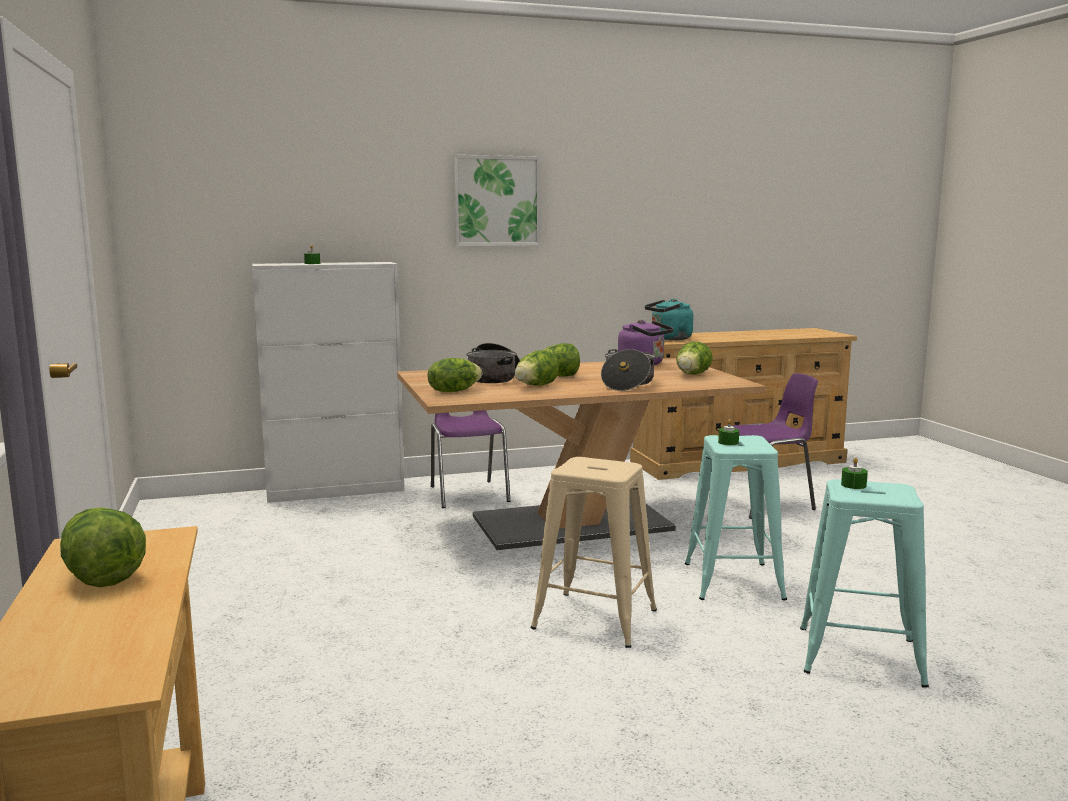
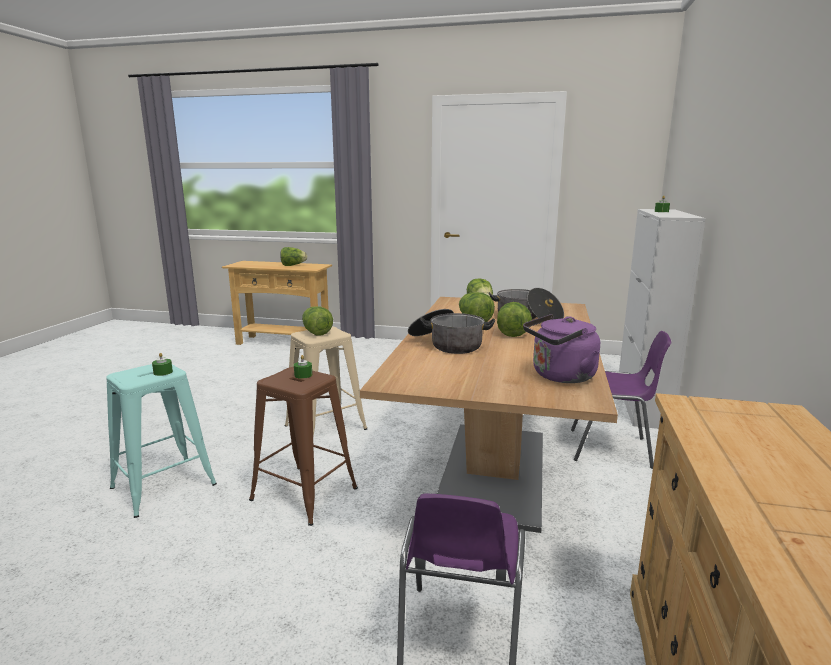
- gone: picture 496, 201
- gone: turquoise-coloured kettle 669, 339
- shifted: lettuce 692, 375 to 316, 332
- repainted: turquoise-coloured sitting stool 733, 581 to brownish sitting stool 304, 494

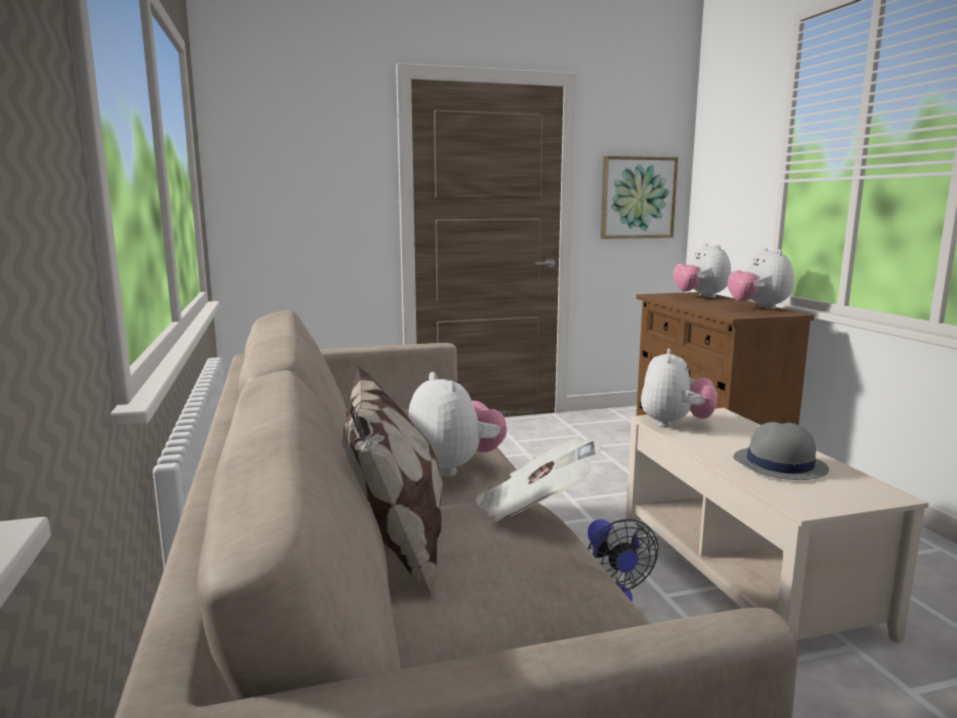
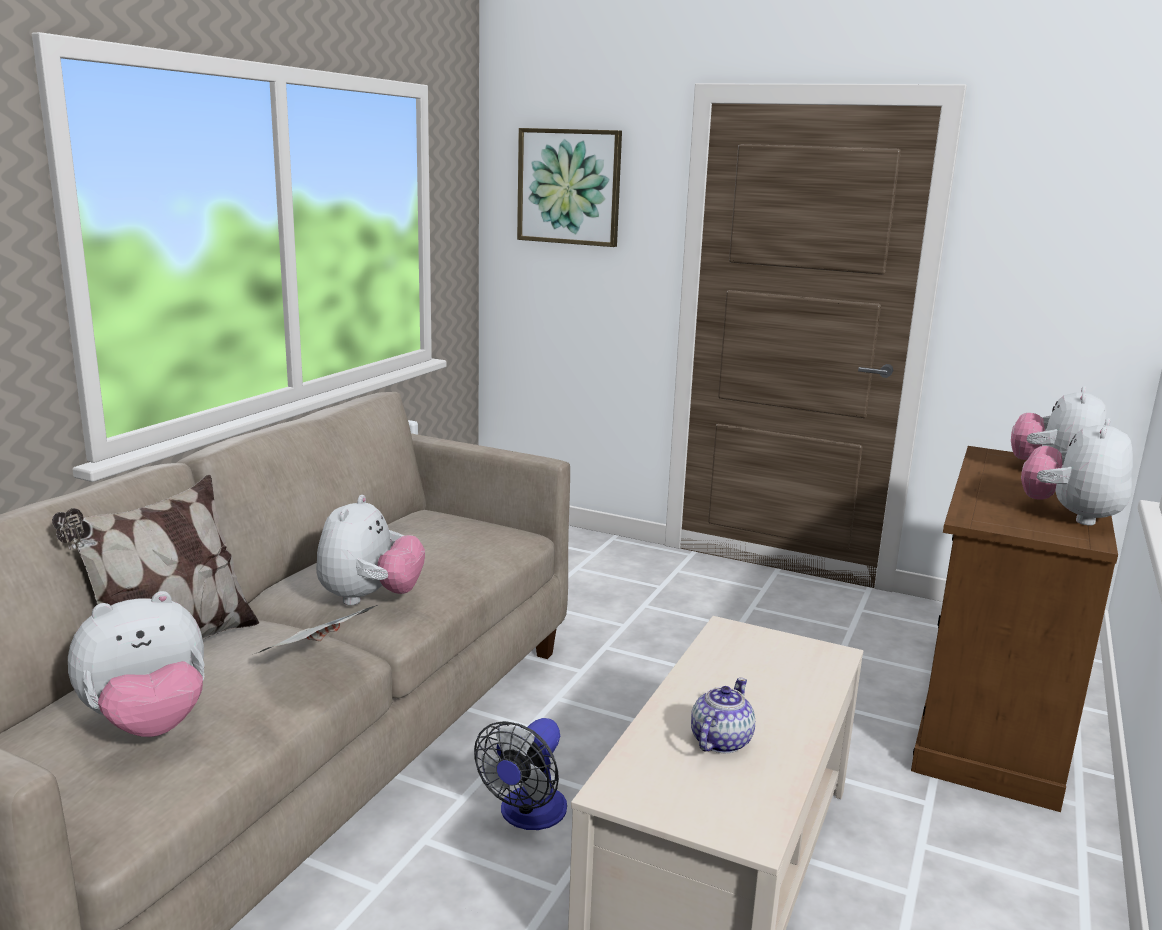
- shifted: picture 637, 197 to 569, 187
- shifted: cuddly toy 675, 424 to 148, 724
- swapped: gray clothing hat 779, 465 to pot for tea 719, 741

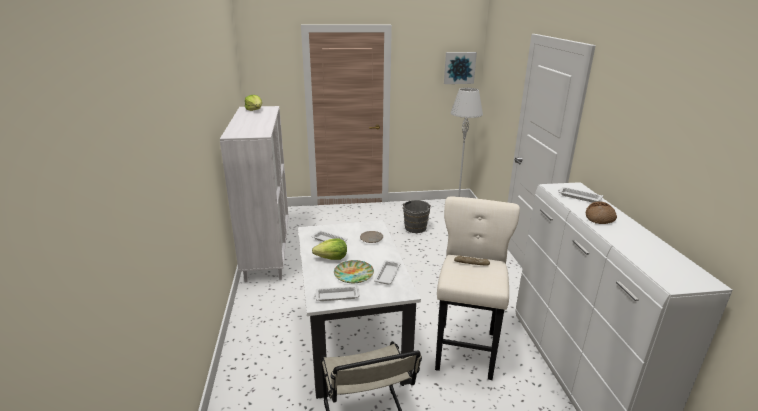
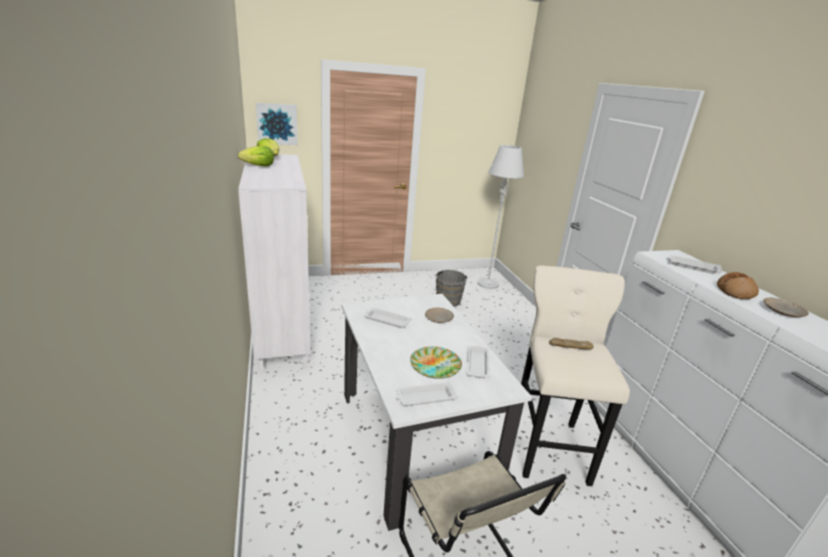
- shifted: lettuce 332, 258 to 259, 166
- shifted: picture 459, 67 to 277, 124
- new: beige dinner plate 783, 311

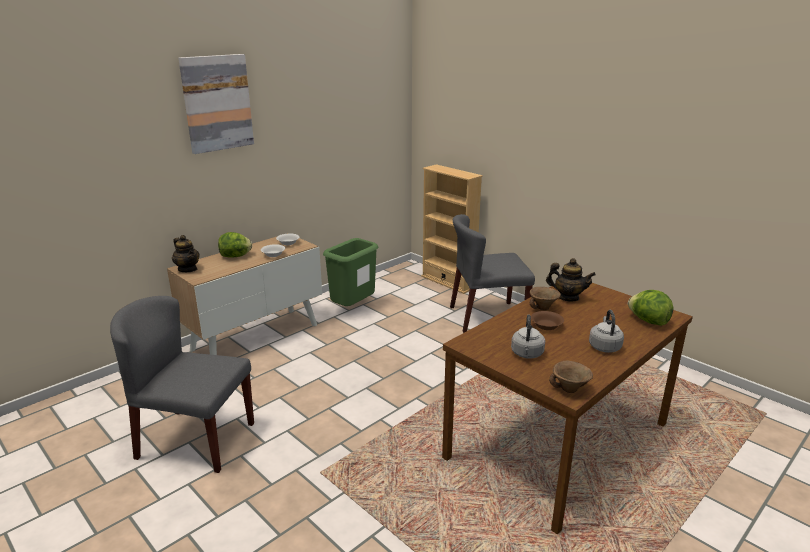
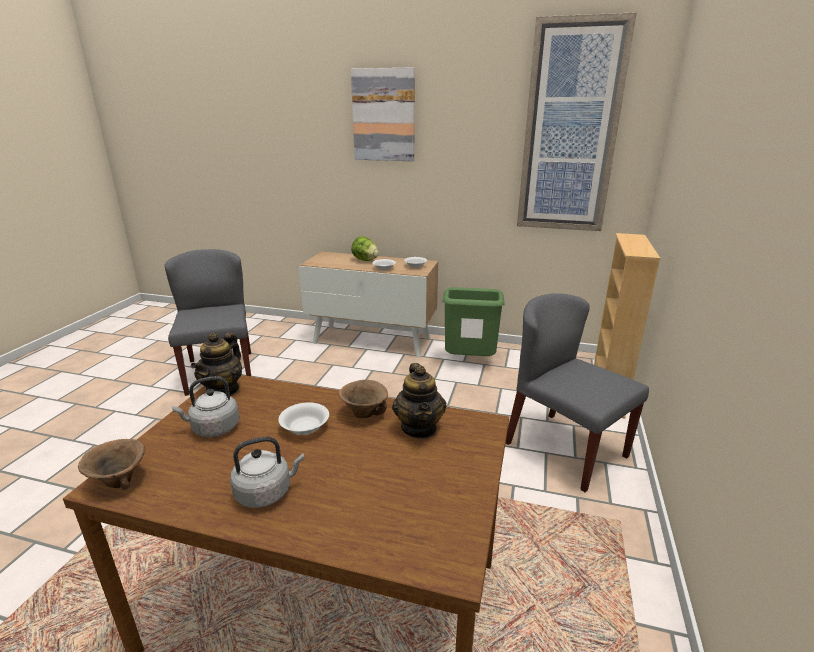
- shifted: pot for tea 188, 269 to 223, 389
- repainted: brownish deep dish 546, 326 to white-coloured deep dish 305, 428
- gone: lettuce 648, 321
- new: picture 570, 130

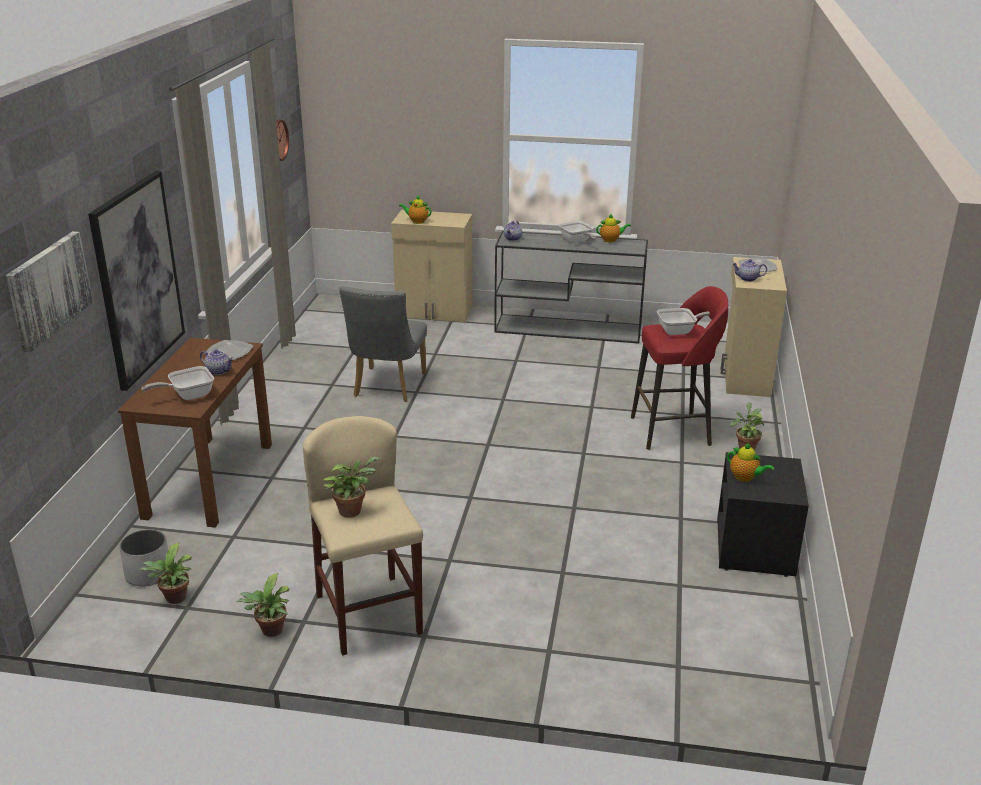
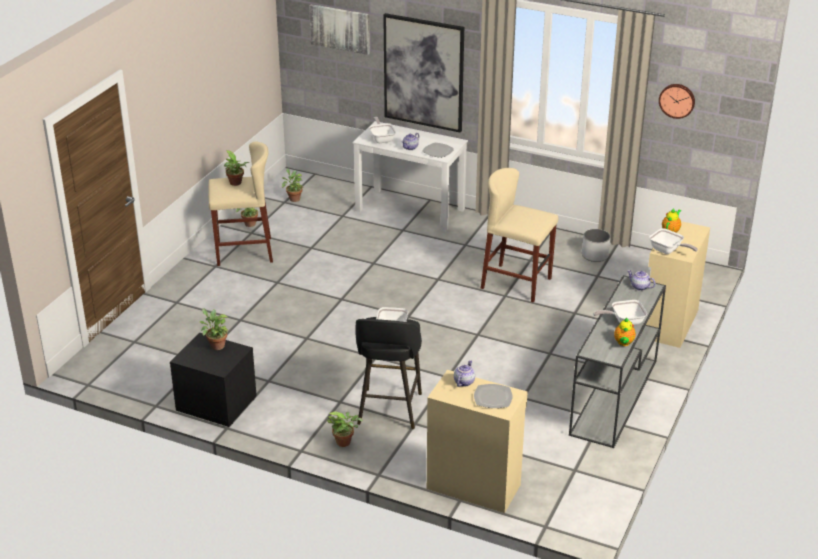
- repainted: brownish desk table 210, 479 to white-coloured desk table 410, 210
- shifted: white-coloured flower pot 148, 574 to 595, 255
- swapped: gray upright chair 387, 388 to beige sitting stool 516, 283
- repainted: reddish sitting stool 673, 431 to black sitting stool 389, 410
- swapped: pot for tea 745, 478 to potted plant 216, 345
- new: skillet 668, 251

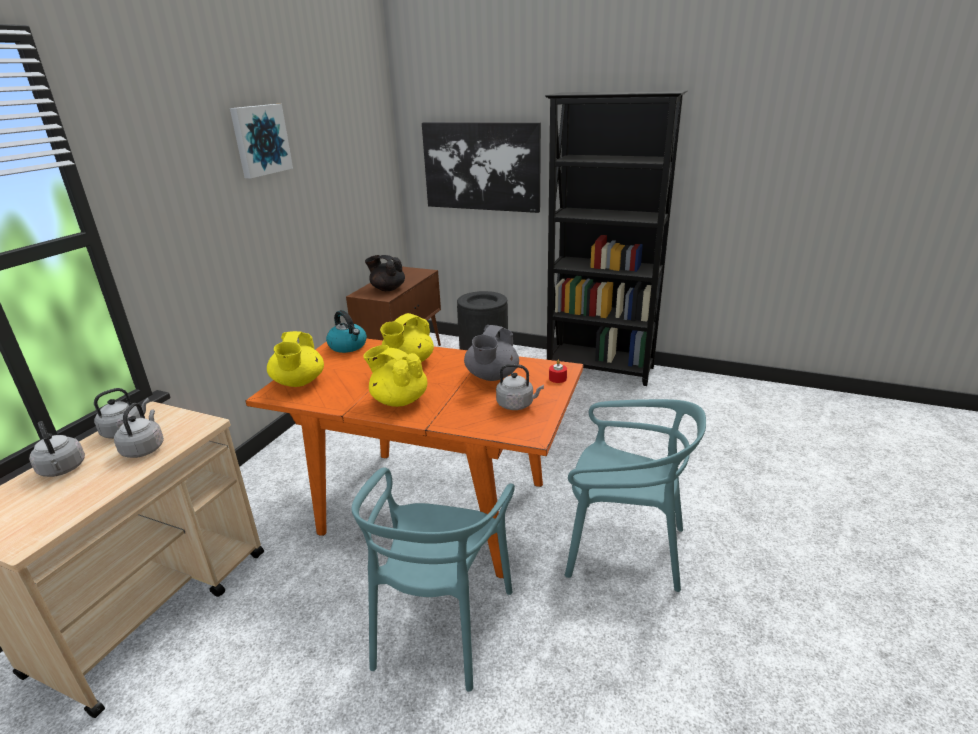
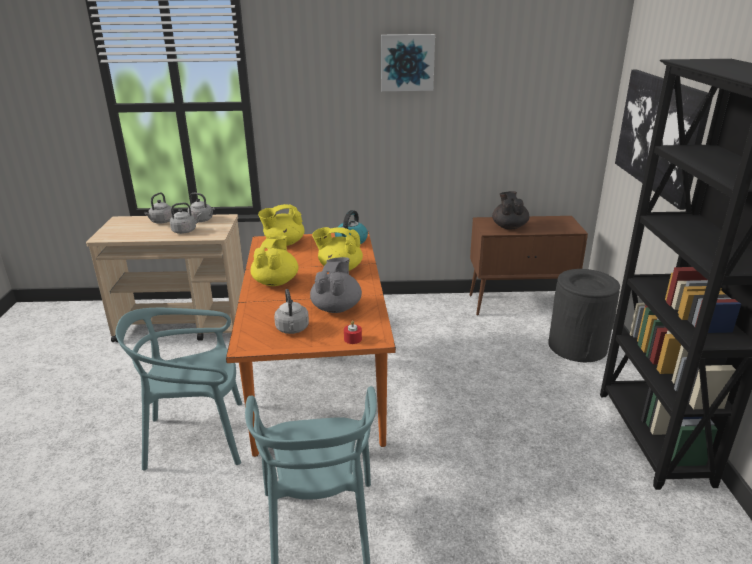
- rotated: gray pot for tea 491, 376 = 336, 307 105 degrees clockwise

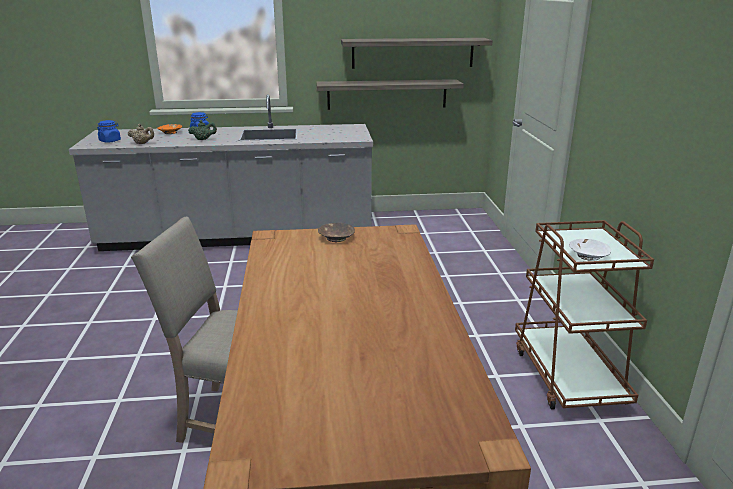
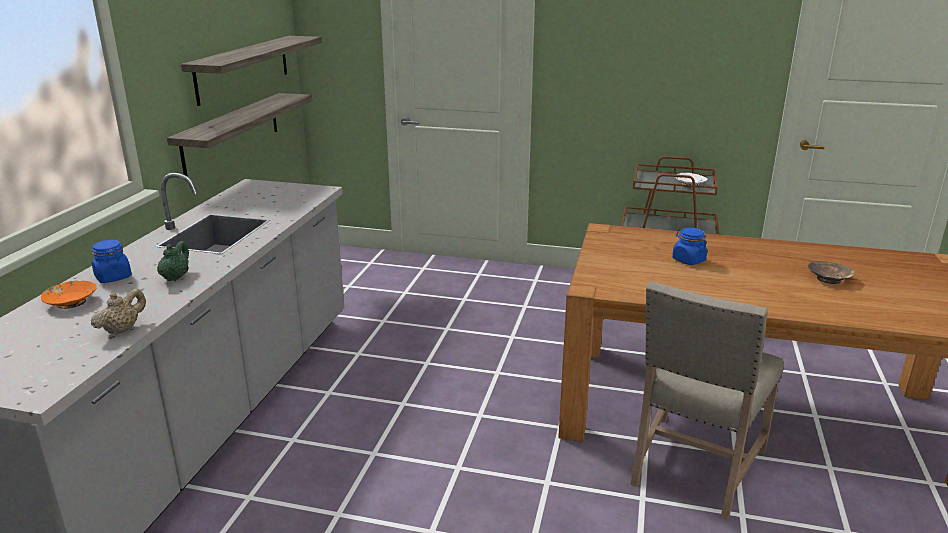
- shifted: blue-coloured preserve jar 110, 141 to 688, 260
- shifted: brownish deep dish 336, 238 to 829, 279

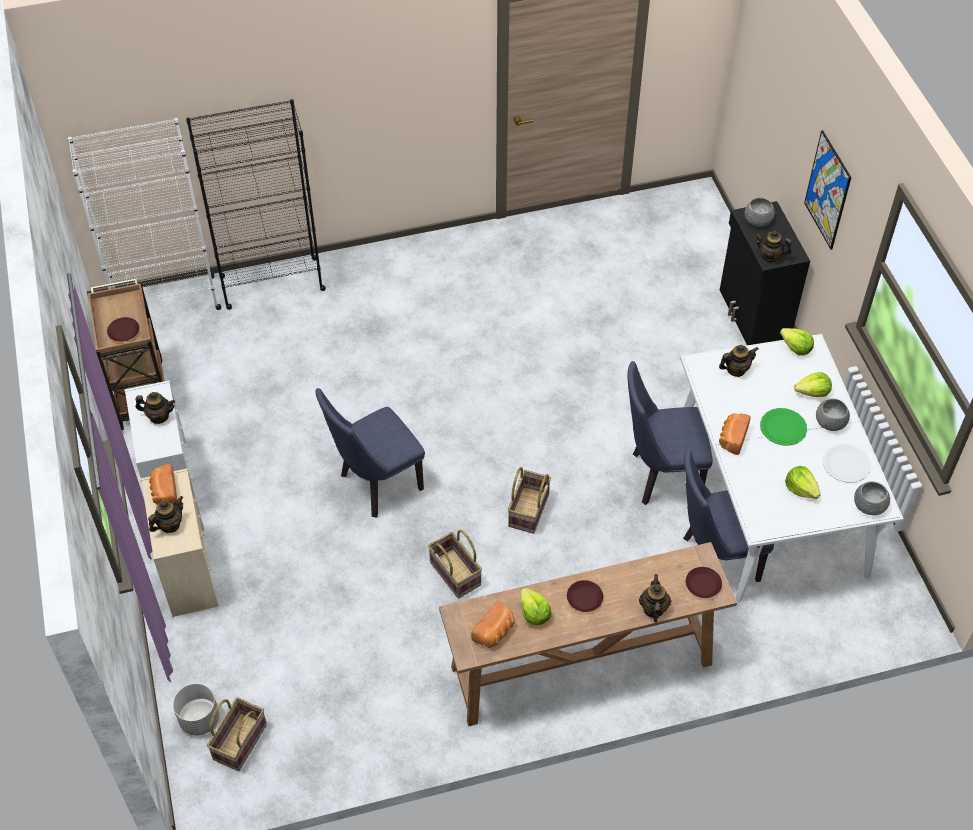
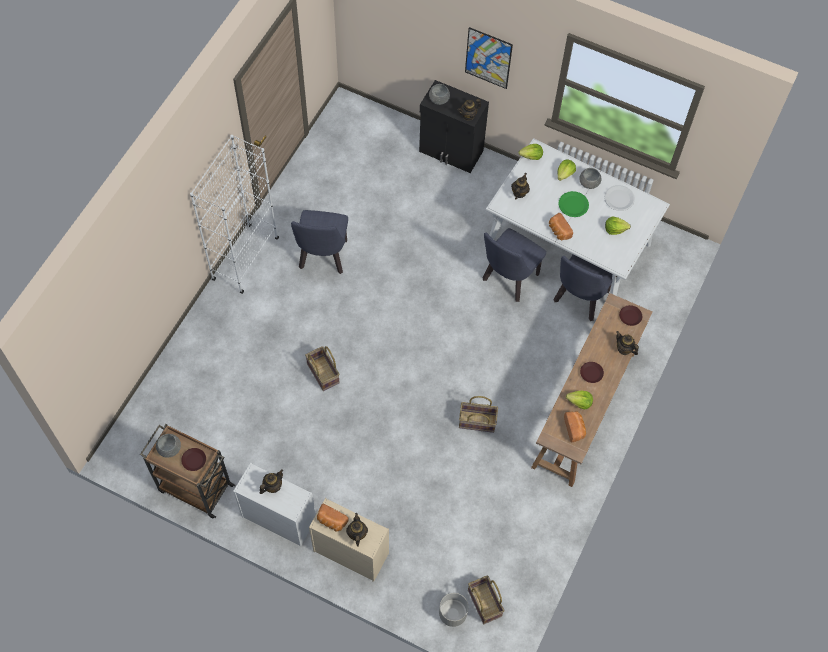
- shifted: white-coloured shelving unit 166, 302 to 245, 259
- gone: black shelving unit 271, 283
- shifted: blue-coloured upright chair 375, 486 to 323, 258
- shifted: storage basket 529, 511 to 323, 373
- shifted: gray deep dish 869, 505 to 169, 448

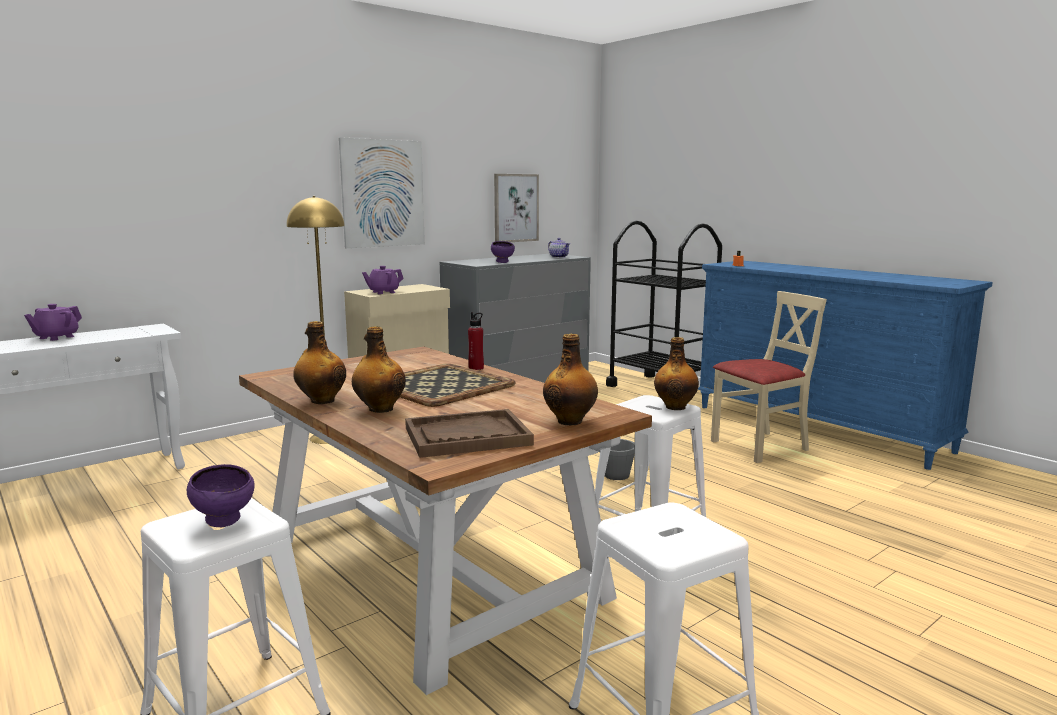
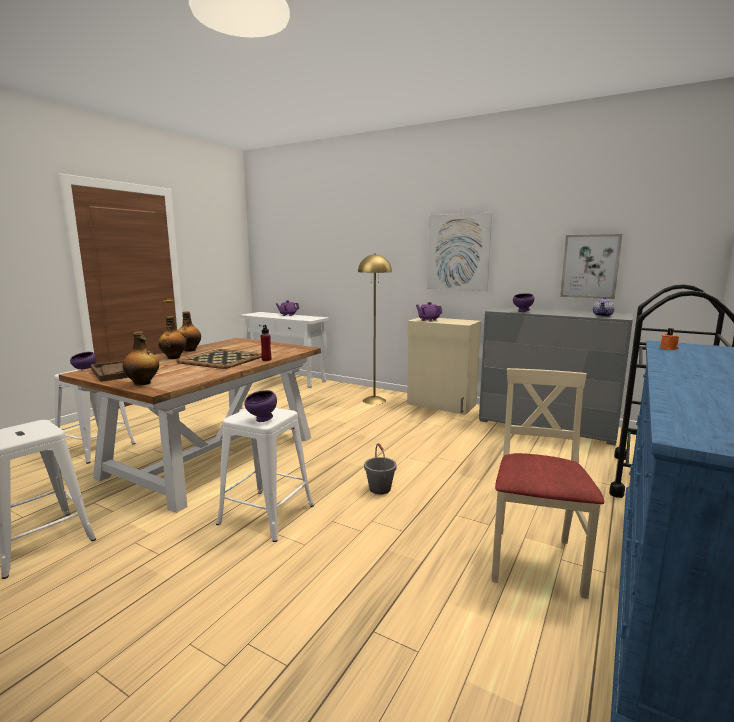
- swapped: bottle 675, 407 to purple deep dish 262, 420
- rotated: beige upright chair 760, 446 = 535, 560 120 degrees counterclockwise

